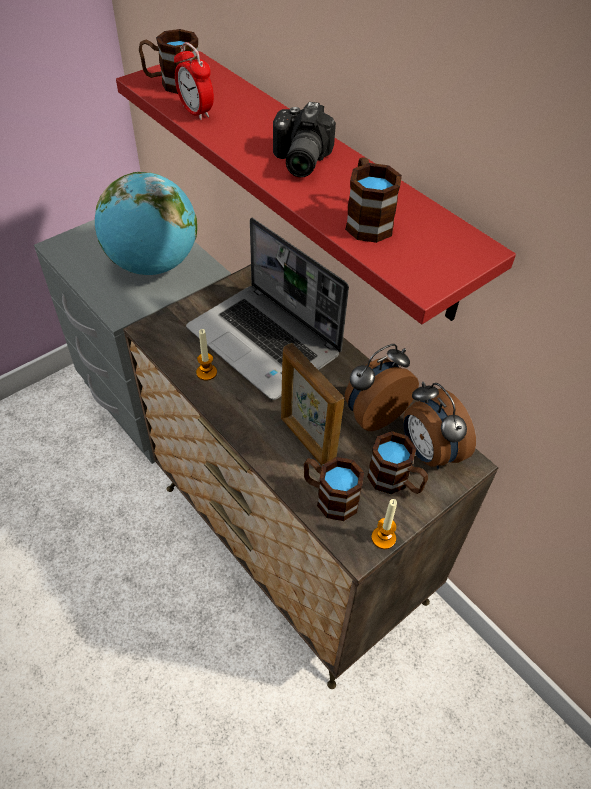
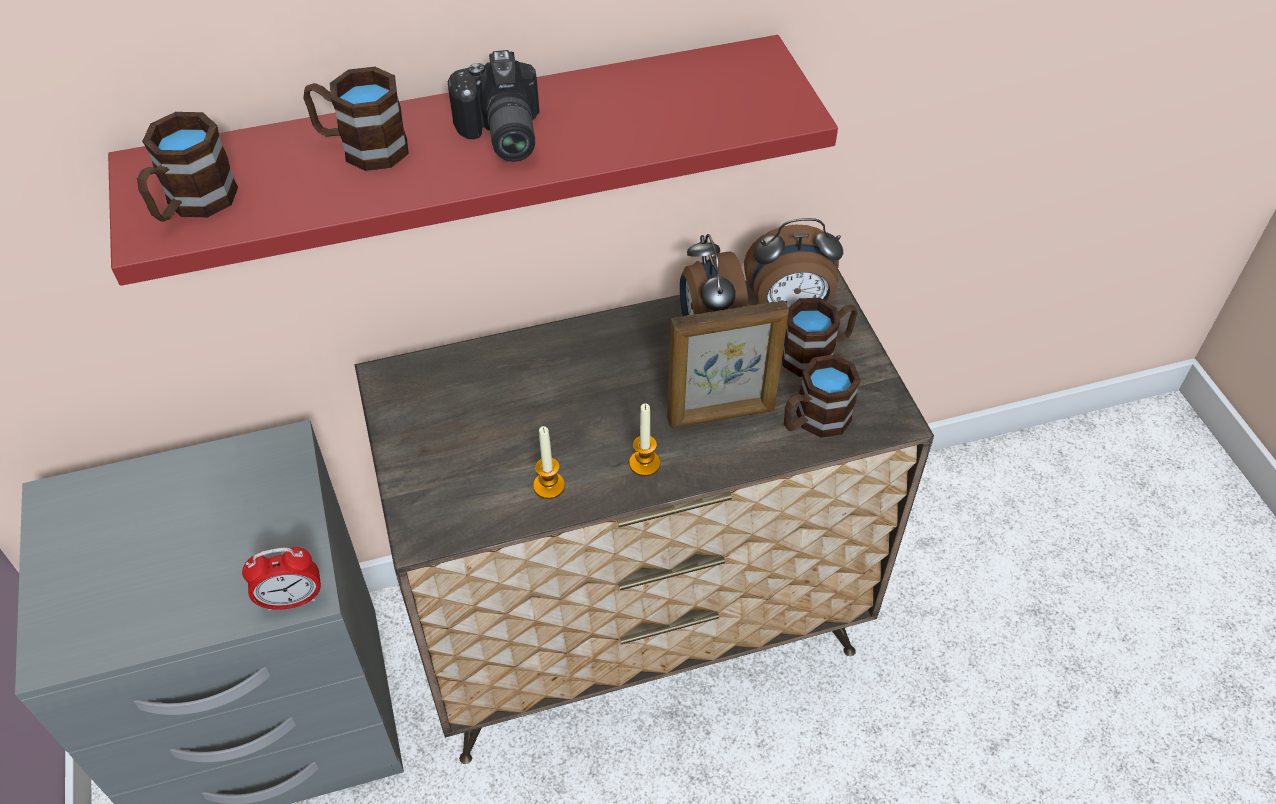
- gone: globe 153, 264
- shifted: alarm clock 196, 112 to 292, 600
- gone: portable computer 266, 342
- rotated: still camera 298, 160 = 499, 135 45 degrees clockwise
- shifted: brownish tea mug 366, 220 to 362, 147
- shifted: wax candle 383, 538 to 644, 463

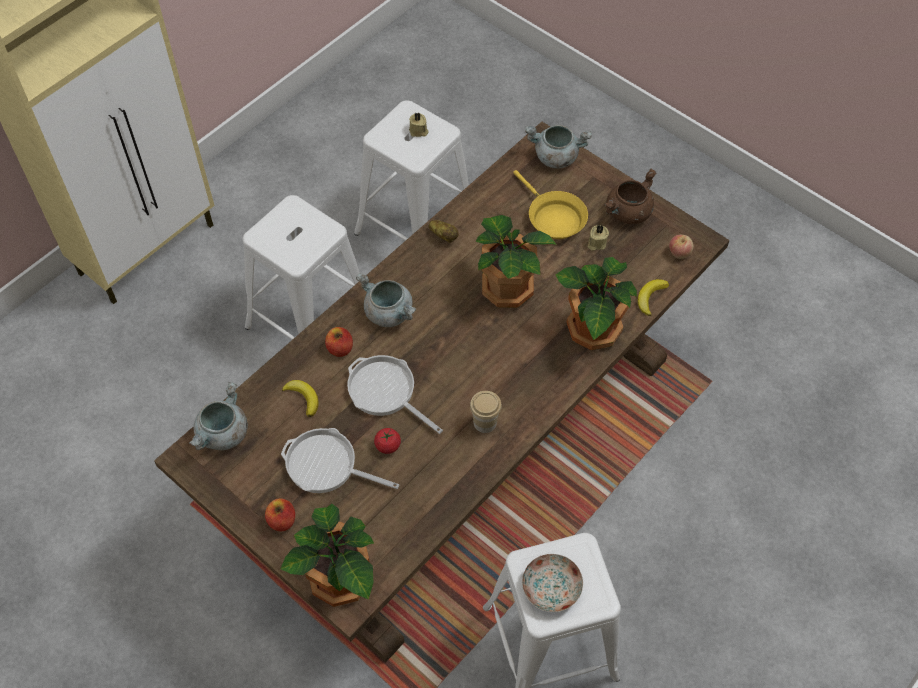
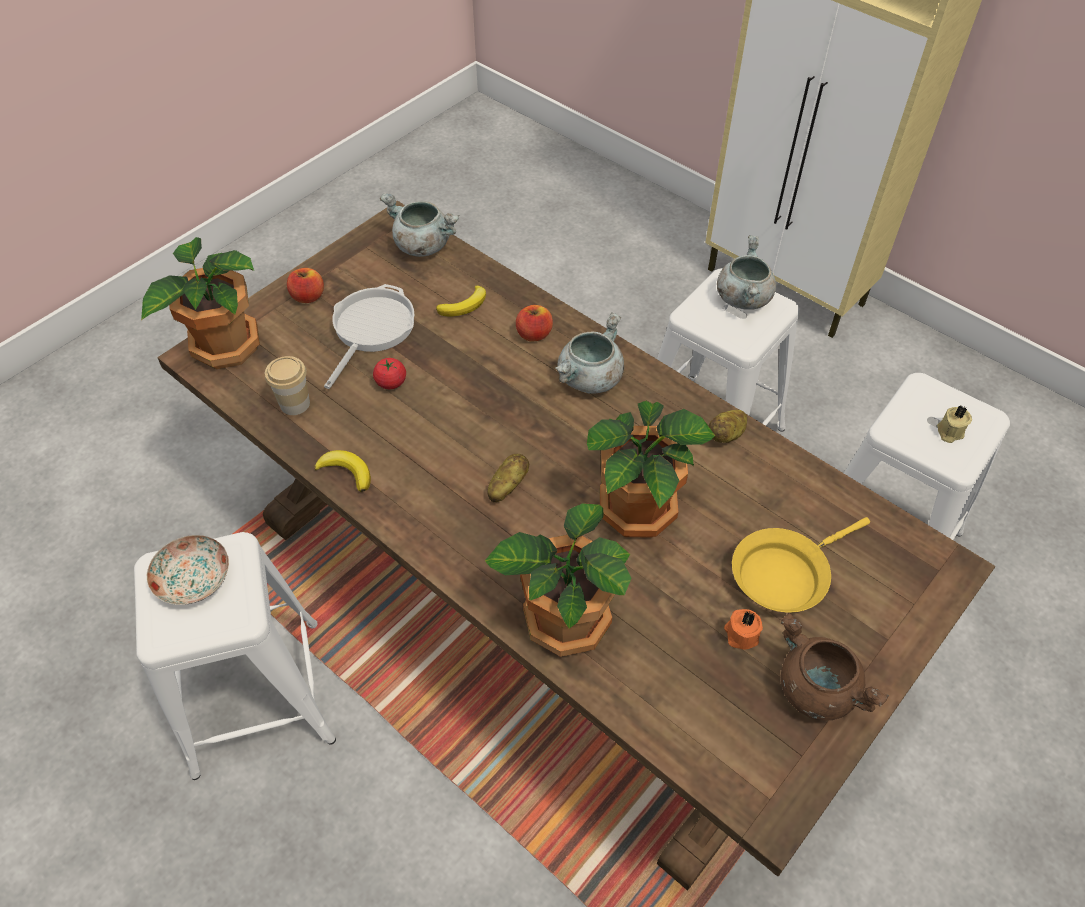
- gone: skillet 385, 392
- shifted: cup 485, 422 to 295, 403
- shifted: gray stockpot 555, 157 to 743, 298
- repainted: beige wax candle 596, 243 to orangey wax candle 740, 634
- shifted: banana fruit 650, 297 to 346, 472
- gone: whole apple 679, 253
- new: whole potato 507, 486

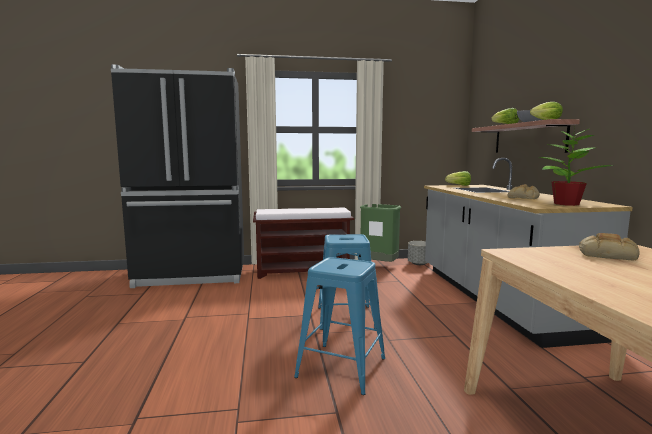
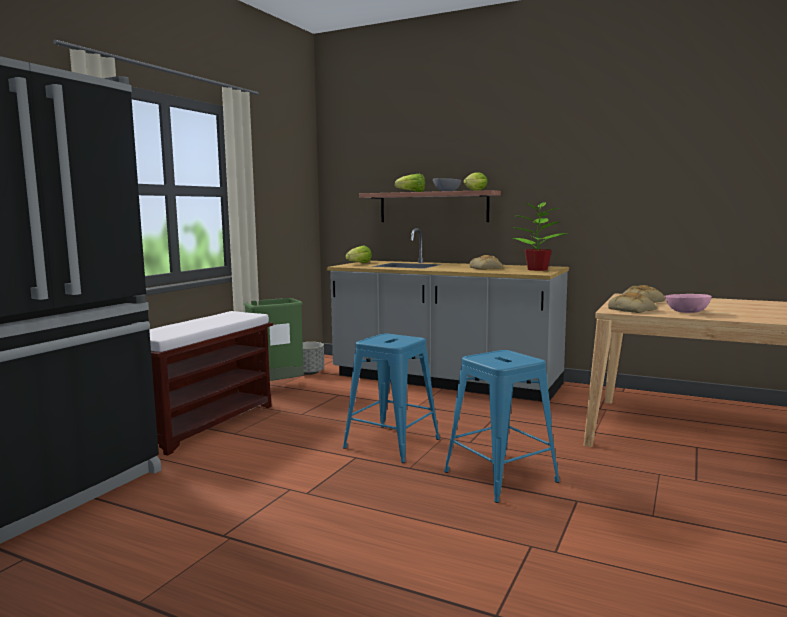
- new: bread 633, 310
- new: pink-coloured deep dish 687, 312

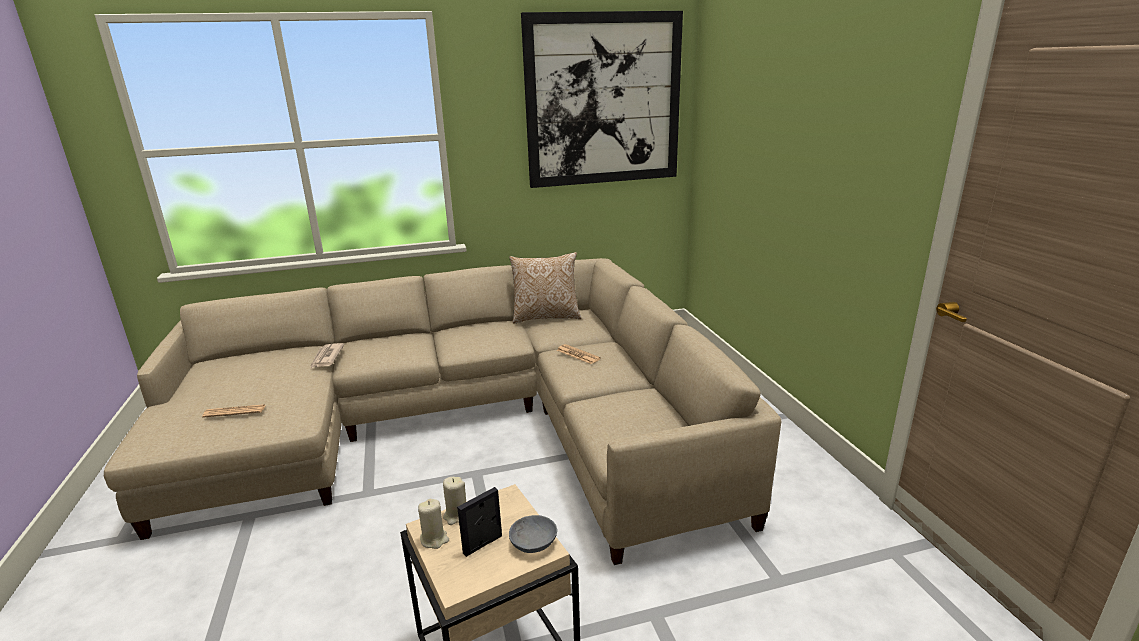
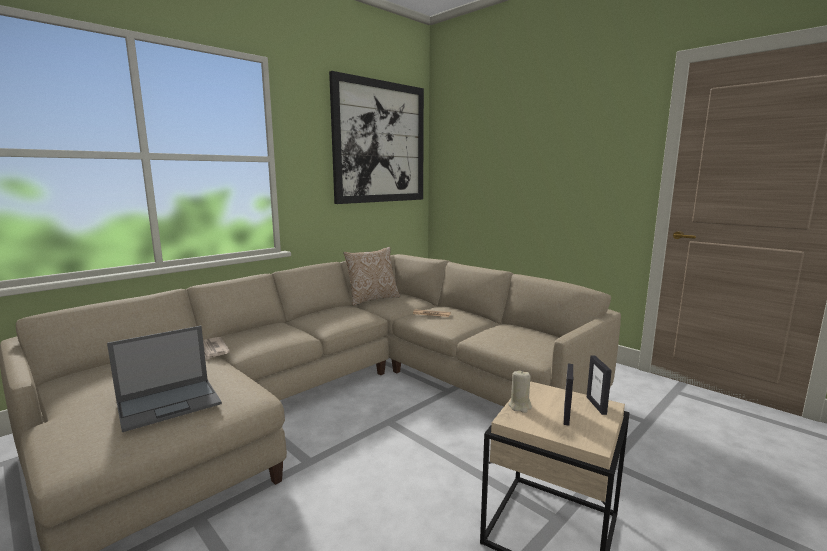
- swapped: newspaper 234, 411 to portable computer 170, 403
- gone: beige wax candle 434, 539
- swapped: gray deep dish 533, 544 to standing frame 596, 405

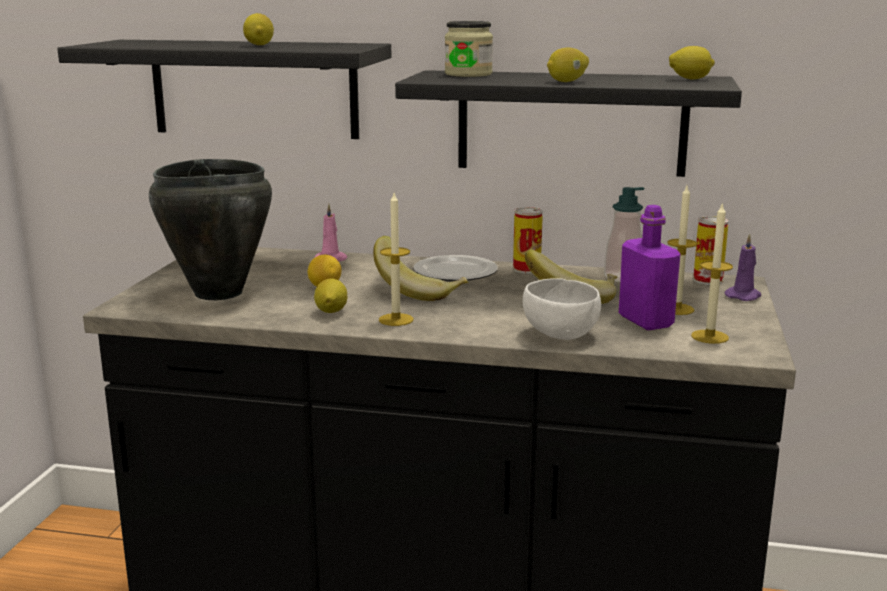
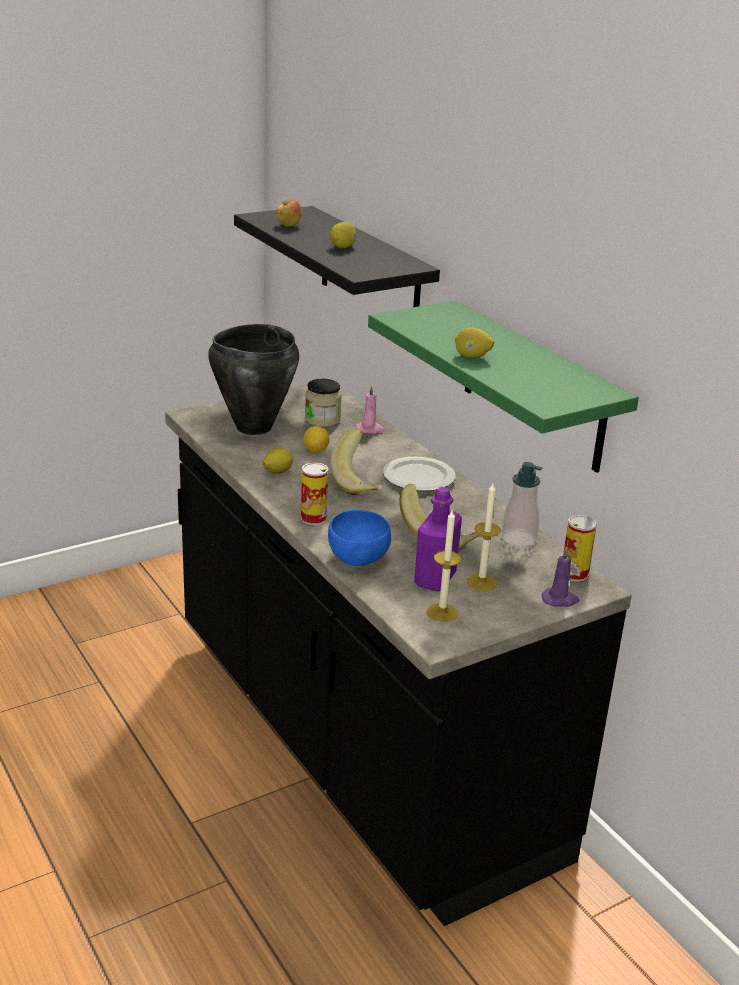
- gone: wax candle 396, 319
- repainted: black shelf 571, 123 to greenish shelf 533, 387
- shifted: preserve jar 468, 74 to 322, 419
- shifted: can 526, 269 to 313, 518
- repainted: white-coloured deep dish 561, 334 to blue-coloured deep dish 358, 558
- gone: lemon 690, 79
- new: whole apple 289, 225

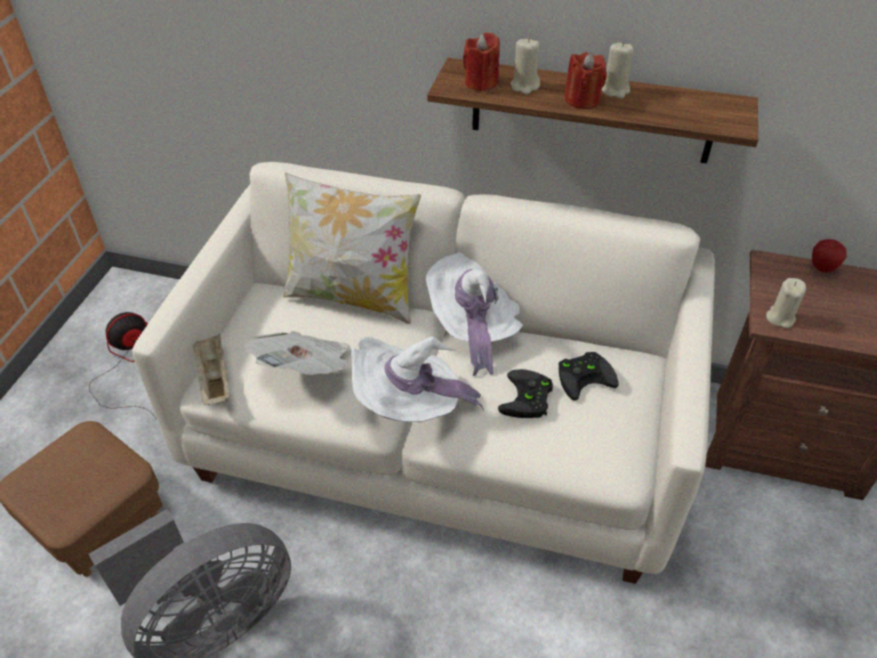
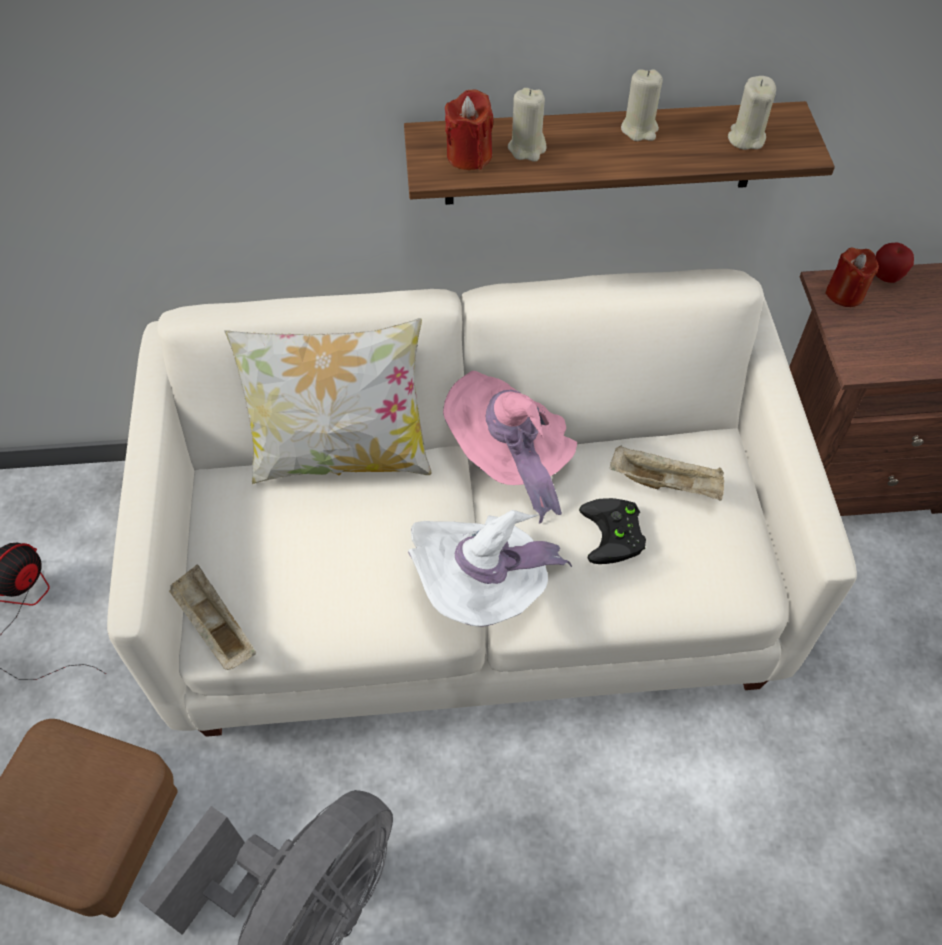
- gone: newspaper 305, 370
- repainted: white-coloured clothing hat 474, 326 to pink-coloured clothing hat 512, 455
- swapped: black gamepad 585, 376 to beige tray 666, 483
- shifted: reddish wax candle 582, 100 to 845, 293
- shifted: beige wax candle 780, 318 to 746, 138

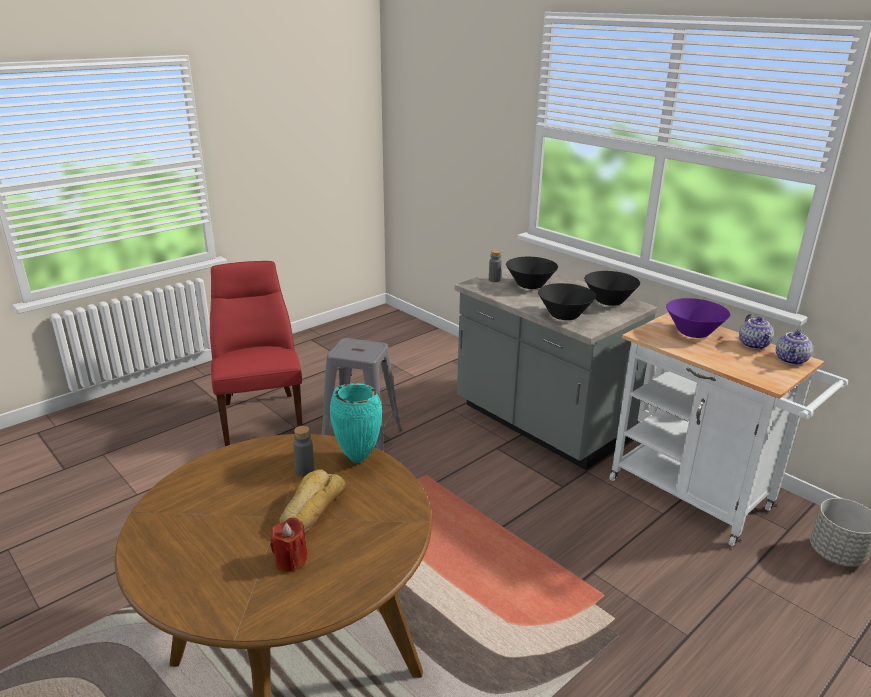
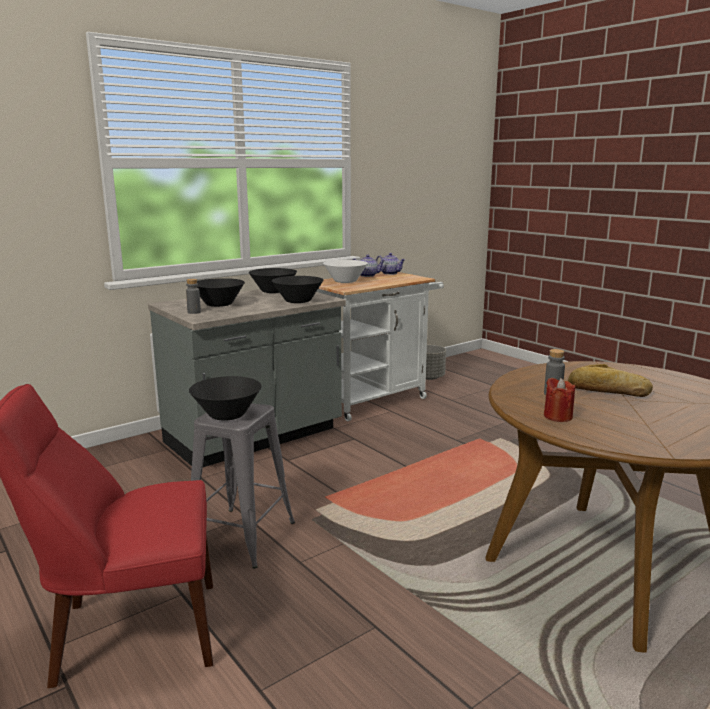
- shifted: reddish wax candle 291, 560 to 558, 416
- gone: turquoise-coloured decorative vase 359, 458
- repainted: purple deep dish 693, 333 to white-coloured deep dish 345, 281
- new: black deep dish 227, 415

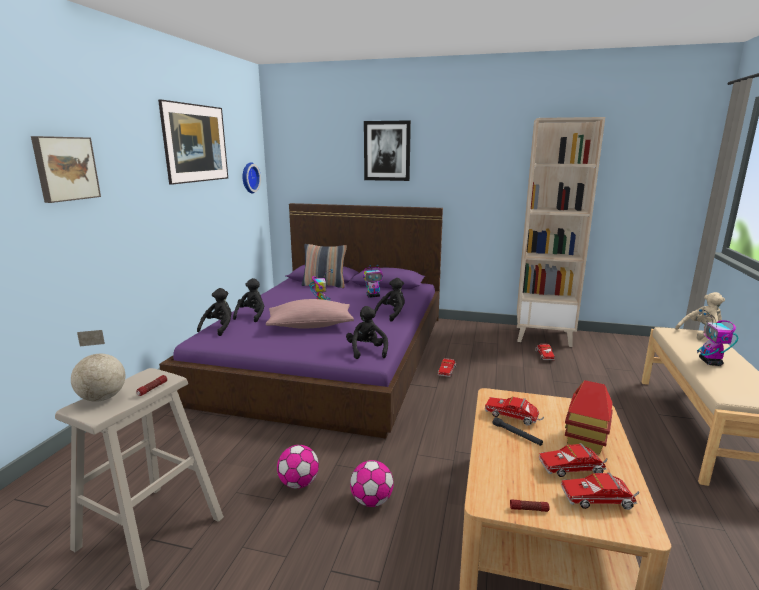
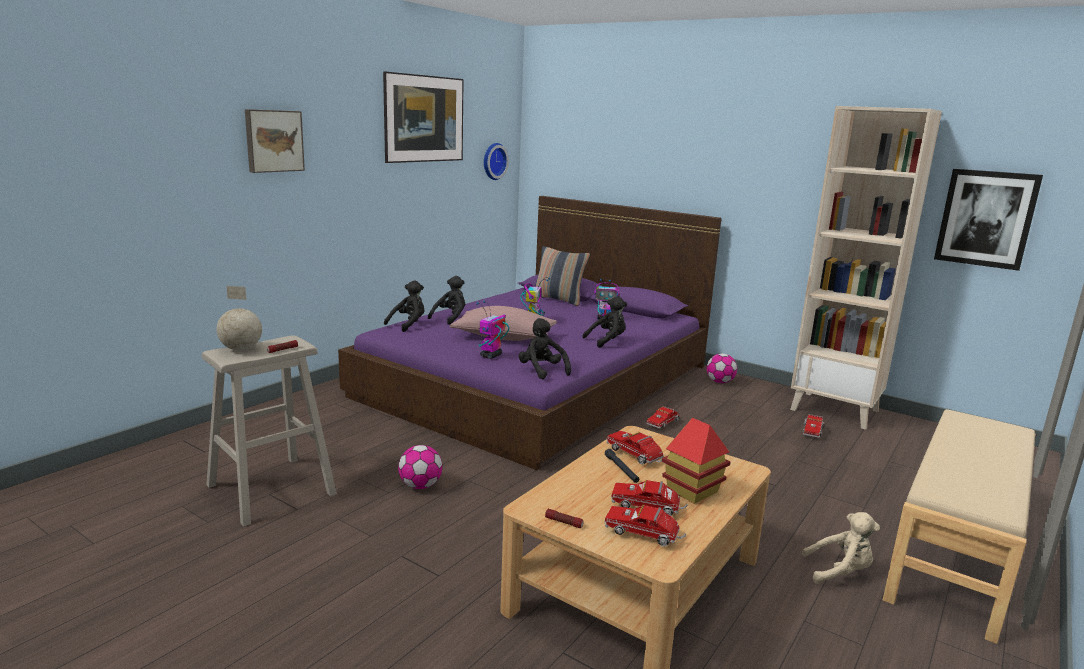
- rotated: black cuddly toy 367, 351 = 542, 371 45 degrees counterclockwise
- shifted: ball for football 371, 501 to 720, 382
- shifted: picture 387, 151 to 986, 218
- shifted: beige cuddly toy 700, 333 to 839, 572
- shifted: robot figure 710, 362 to 490, 356

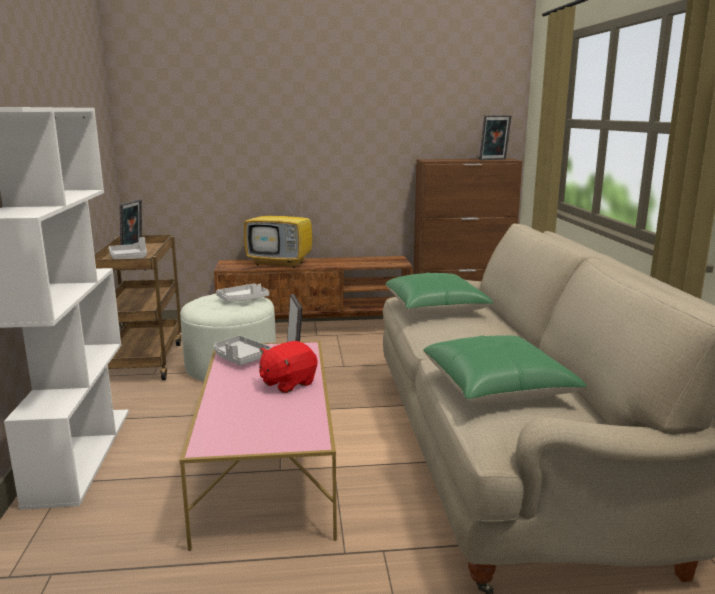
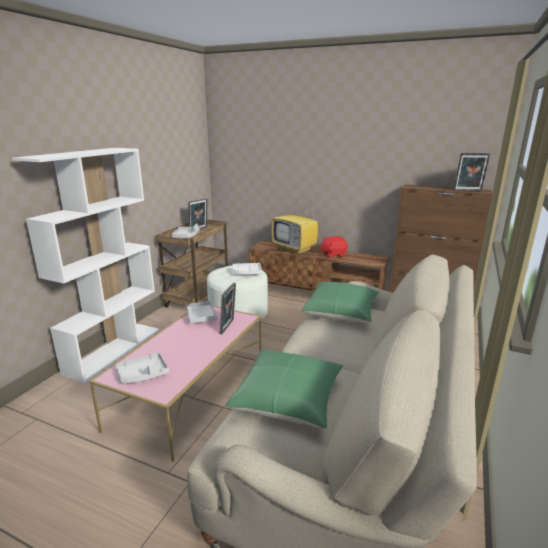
- shifted: reddish cuddly toy 287, 383 to 333, 254
- new: gray tray 143, 374

